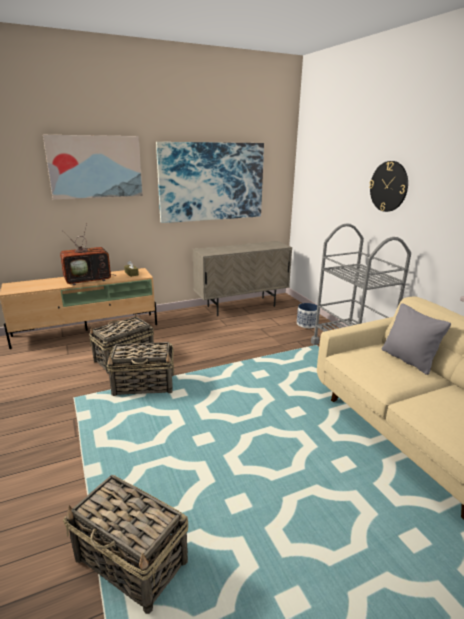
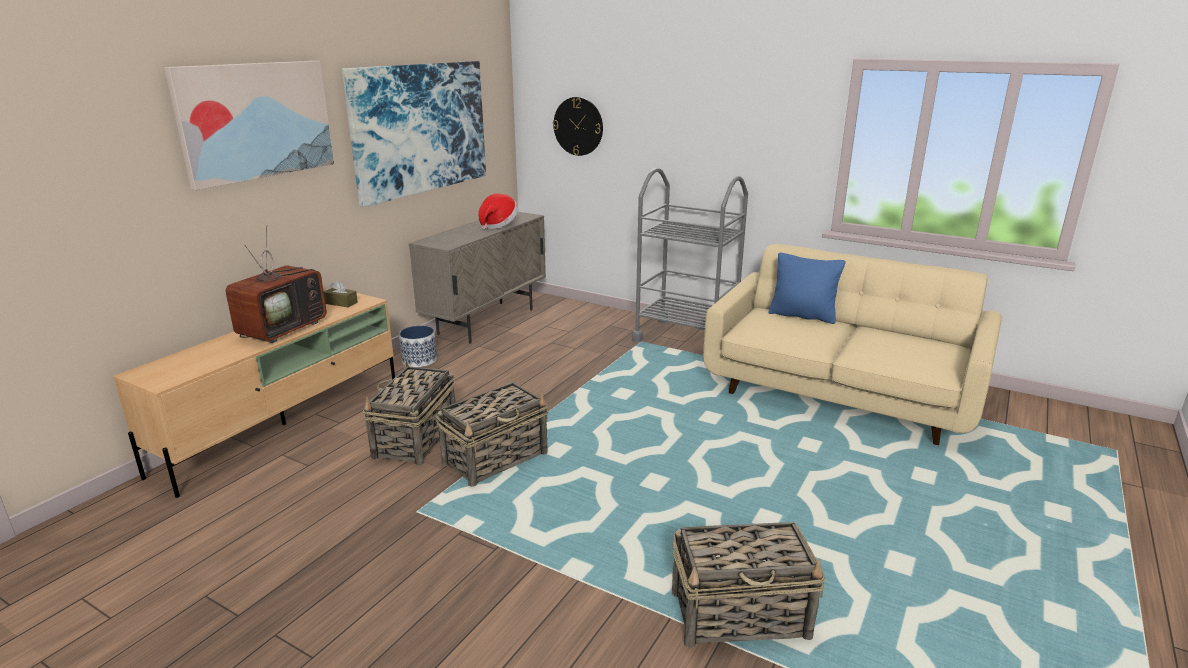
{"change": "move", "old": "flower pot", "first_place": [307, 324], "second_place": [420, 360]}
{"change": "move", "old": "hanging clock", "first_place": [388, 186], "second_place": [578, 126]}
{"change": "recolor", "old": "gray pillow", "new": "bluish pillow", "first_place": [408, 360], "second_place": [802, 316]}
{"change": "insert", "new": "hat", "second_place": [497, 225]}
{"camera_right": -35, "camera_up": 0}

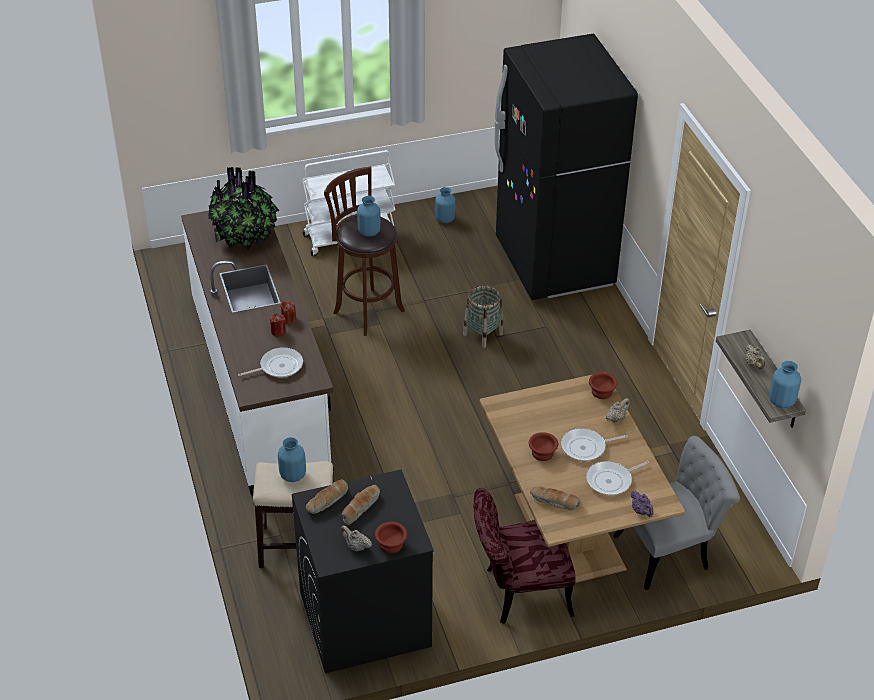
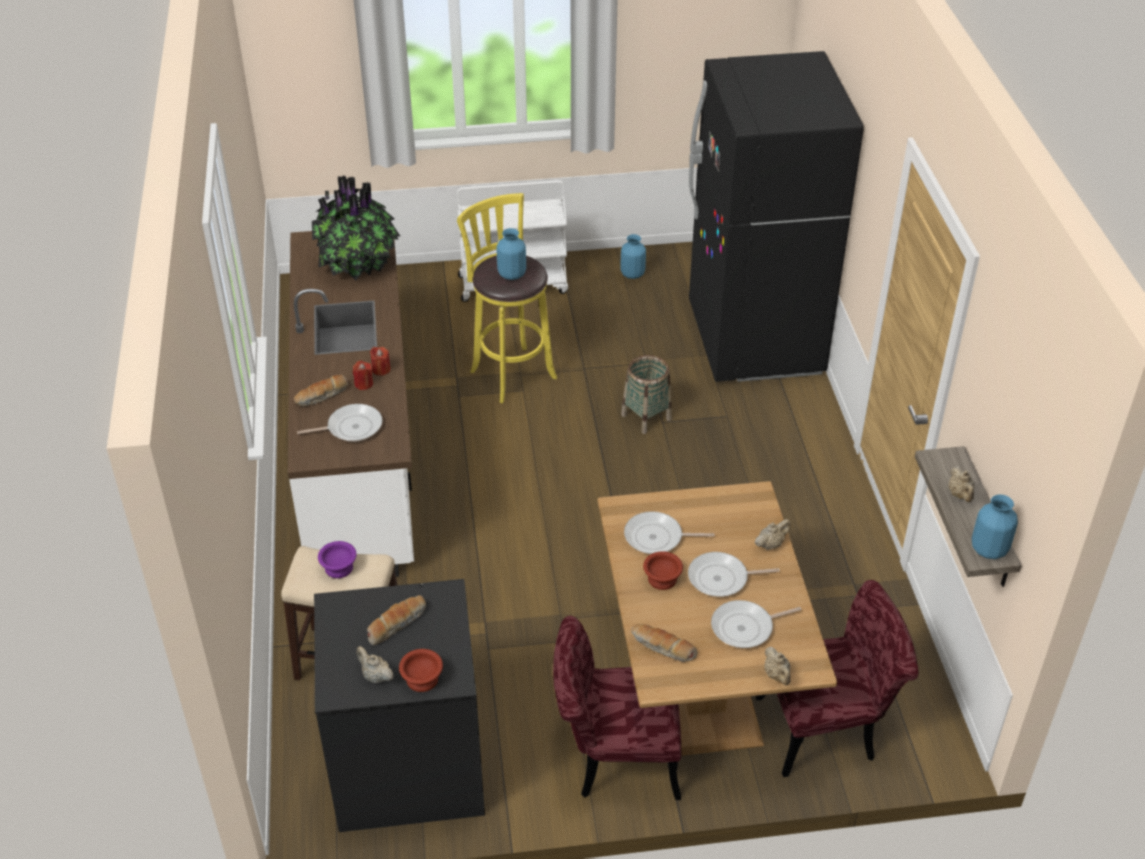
{"change": "replace", "old": "bluish vase", "new": "purple serving bowl", "first_place": [292, 476], "second_place": [338, 569]}
{"change": "move", "old": "baked bread", "first_place": [327, 501], "second_place": [322, 396]}
{"change": "recolor", "old": "brown-coloured stool", "new": "yellow-coloured stool", "first_place": [366, 310], "second_place": [510, 372]}
{"change": "delete", "old": "brown-coloured serving bowl", "first_place": [602, 392]}
{"change": "recolor", "old": "gray plain chair", "new": "reddish plain chair", "first_place": [671, 550], "second_place": [828, 727]}
{"change": "recolor", "old": "purple teapot", "new": "beige teapot", "first_place": [641, 511], "second_place": [777, 675]}
{"change": "insert", "new": "pan", "second_place": [657, 538]}
{"camera_right": 10, "camera_up": 0}

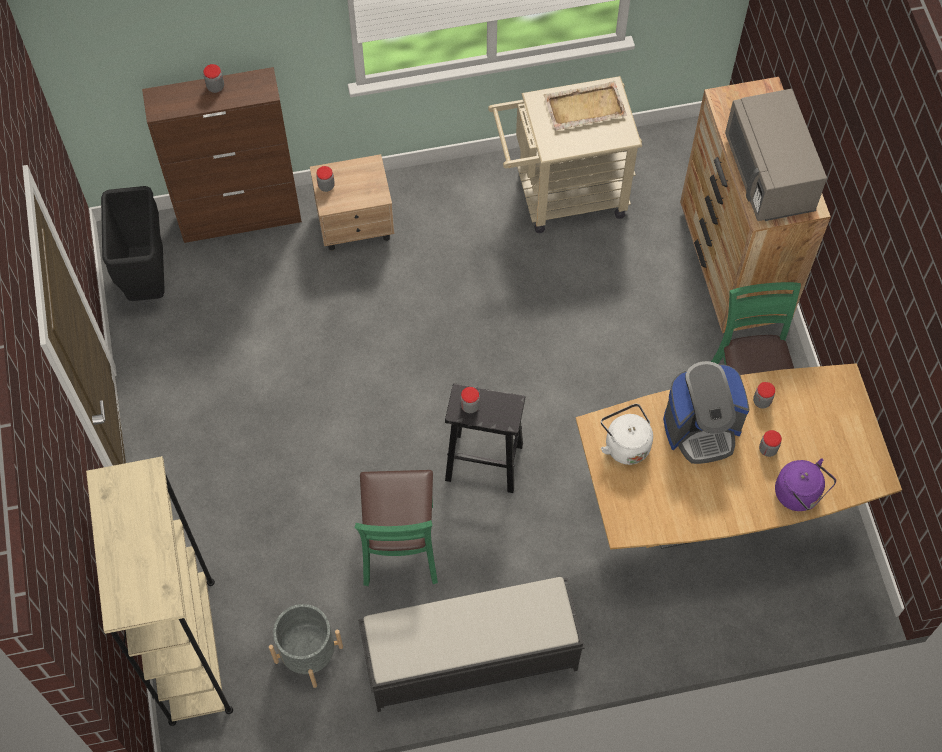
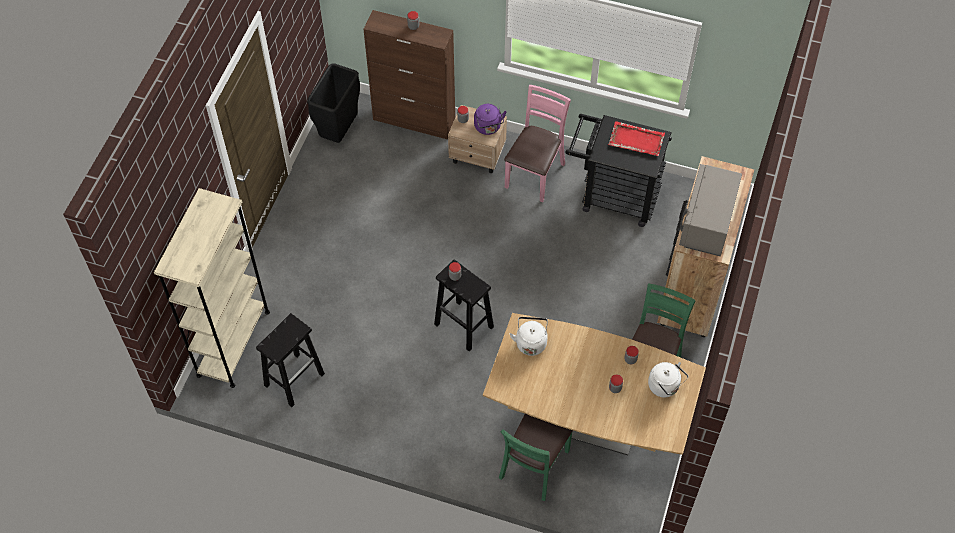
{"change": "replace", "old": "gray flower pot", "new": "black-coloured stool", "first_place": [308, 654], "second_place": [295, 379]}
{"change": "move", "old": "greenish plain chair", "first_place": [400, 545], "second_place": [534, 466]}
{"change": "delete", "old": "black-coloured bench", "first_place": [469, 659]}
{"change": "recolor", "old": "beige trolley", "new": "black-coloured trolley", "first_place": [561, 195], "second_place": [612, 196]}
{"change": "recolor", "old": "beige carrying tray", "new": "reddish carrying tray", "first_place": [584, 107], "second_place": [635, 140]}
{"change": "delete", "old": "coffee brewer", "first_place": [701, 428]}
{"change": "move", "old": "purple kettle", "first_place": [799, 494], "second_place": [488, 128]}
{"change": "insert", "new": "pinkish plain chair", "second_place": [534, 174]}
{"change": "insert", "new": "white kettle", "second_place": [665, 387]}
{"camera_right": 30, "camera_up": -5}

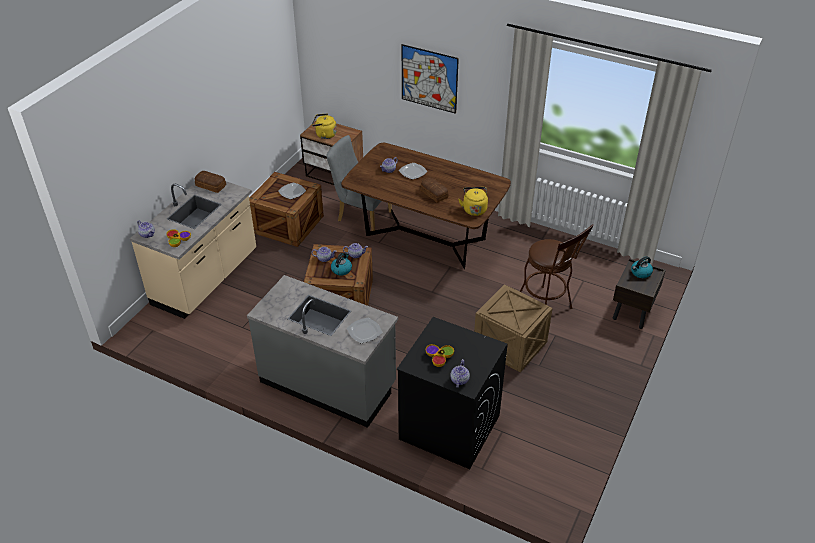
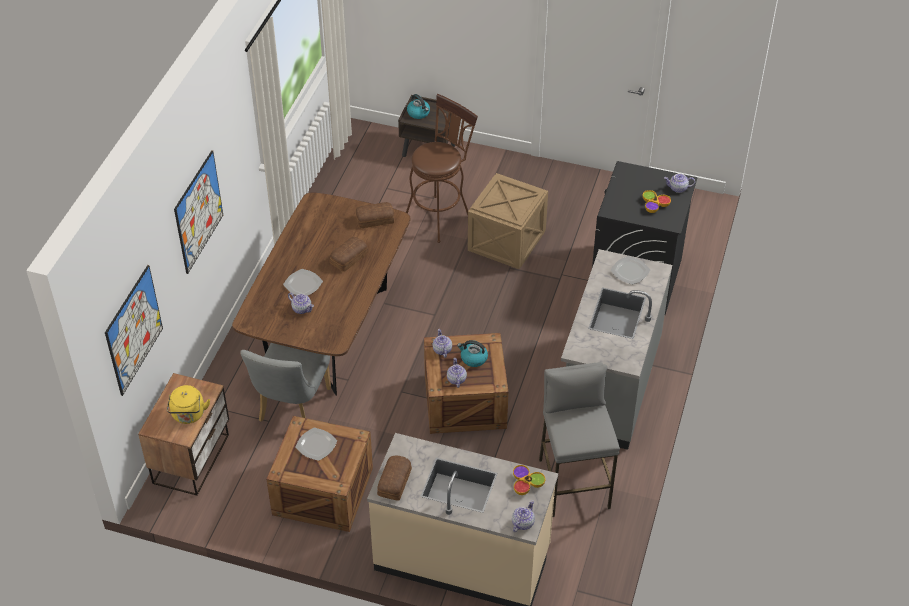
{"change": "replace", "old": "yellow-coloured kettle", "new": "baked bread", "first_place": [474, 209], "second_place": [374, 219]}
{"change": "insert", "new": "wall picture", "second_place": [134, 330]}
{"change": "insert", "new": "gray stool", "second_place": [573, 483]}
{"camera_right": -100, "camera_up": 5}

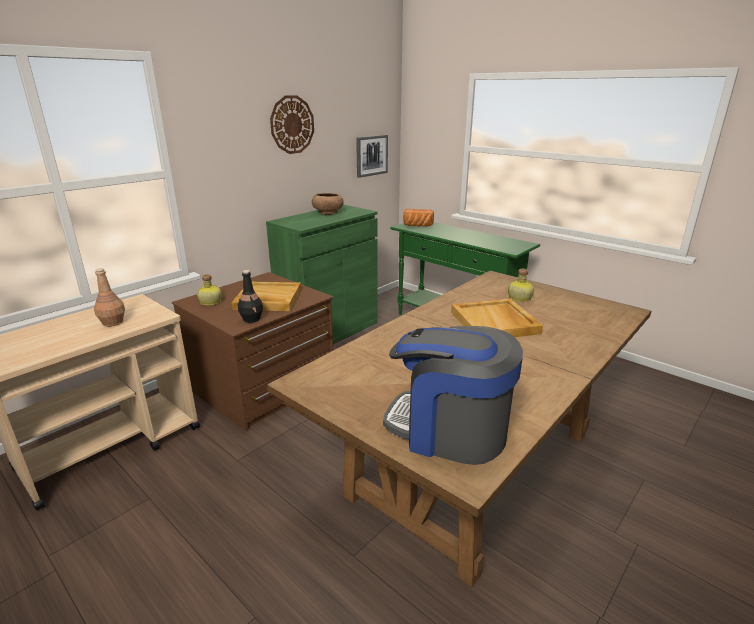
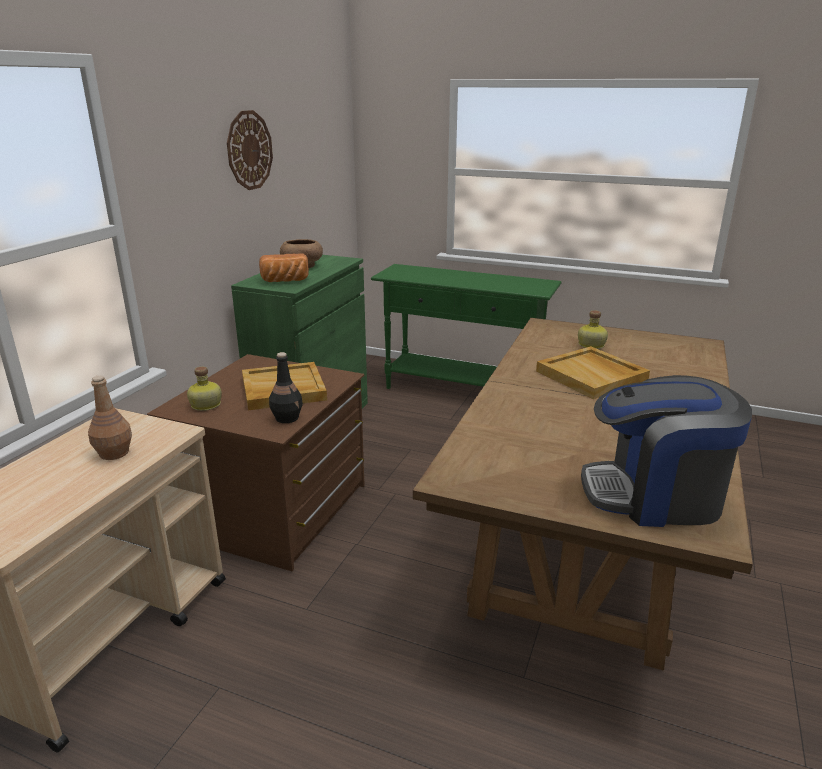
{"change": "delete", "old": "wall picture", "first_place": [371, 155]}
{"change": "move", "old": "baked bread", "first_place": [417, 226], "second_place": [285, 281]}
{"camera_right": -20, "camera_up": 0}

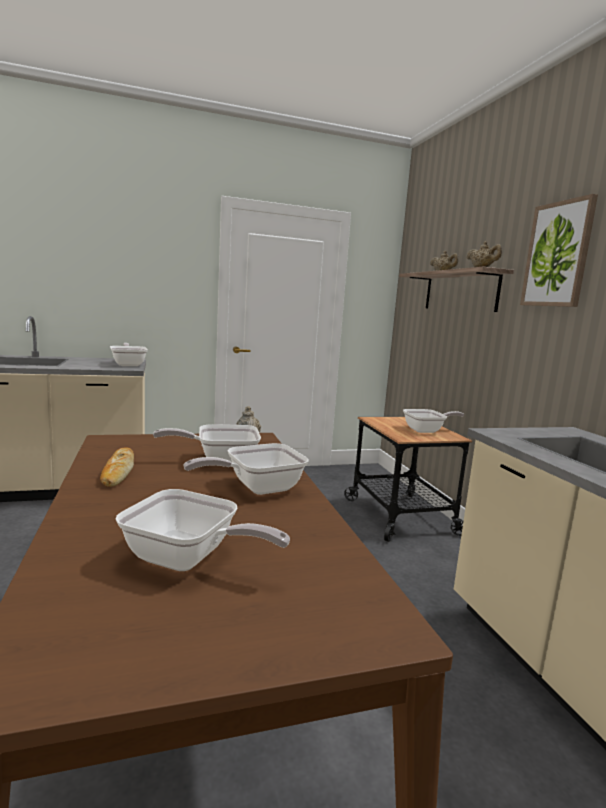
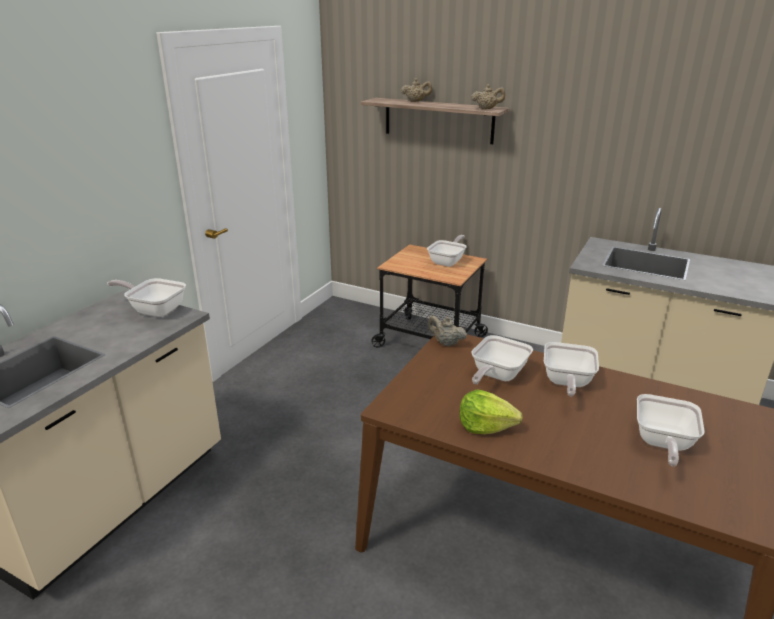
{"change": "replace", "old": "baked bread", "new": "lettuce", "first_place": [118, 471], "second_place": [485, 426]}
{"change": "rotate", "old": "pan", "first_place": [189, 560], "second_place": [662, 444], "degrees": 135}
{"change": "delete", "old": "wall picture", "first_place": [558, 255]}
{"camera_right": -45, "camera_up": 15}

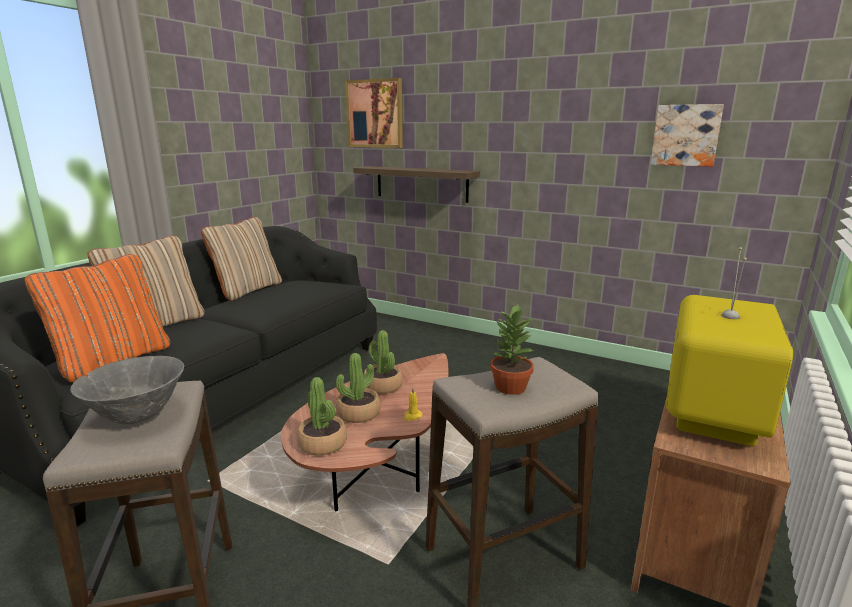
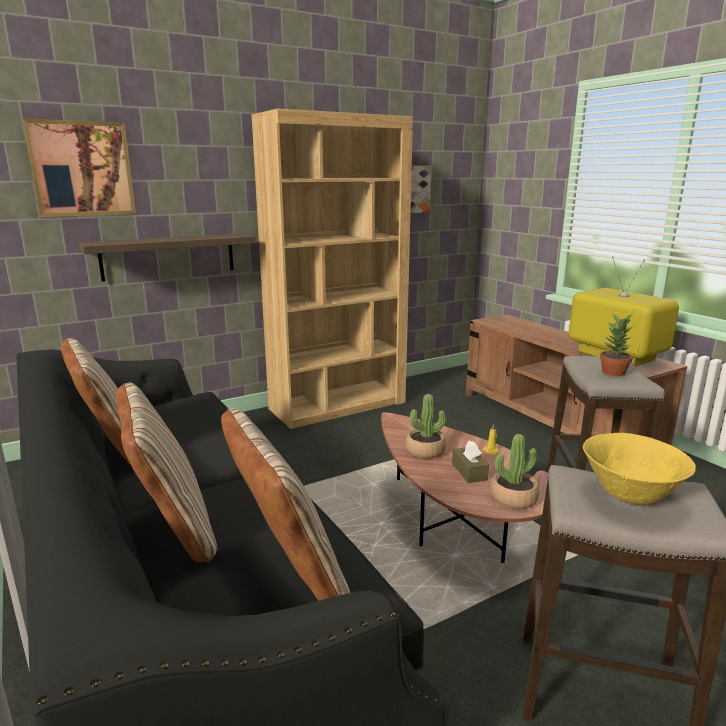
{"change": "recolor", "old": "orange-coloured pillow", "new": "beige pillow", "first_place": [113, 360], "second_place": [286, 572]}
{"change": "recolor", "old": "gray serving bowl", "new": "yellow-coloured serving bowl", "first_place": [137, 417], "second_place": [630, 497]}
{"change": "replace", "old": "houseplant", "new": "brown-coloured tissue box", "first_place": [358, 413], "second_place": [469, 472]}
{"change": "insert", "new": "brown-coloured shelving unit", "second_place": [338, 405]}
{"camera_right": -60, "camera_up": 0}

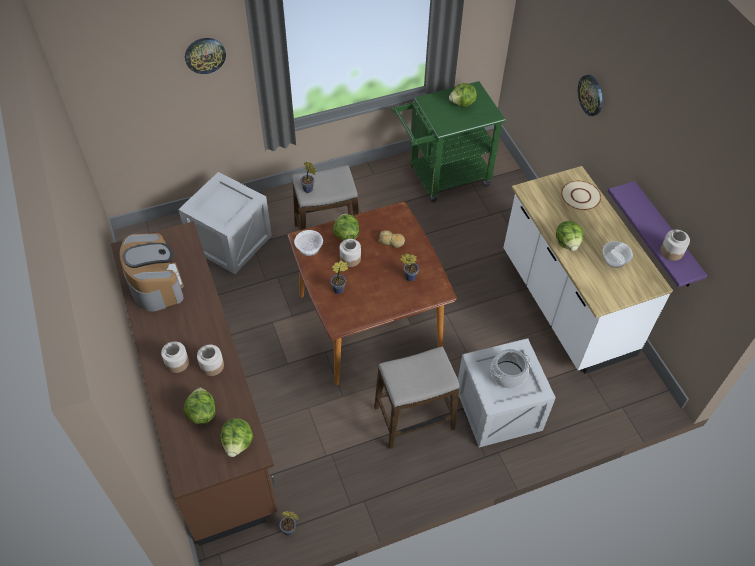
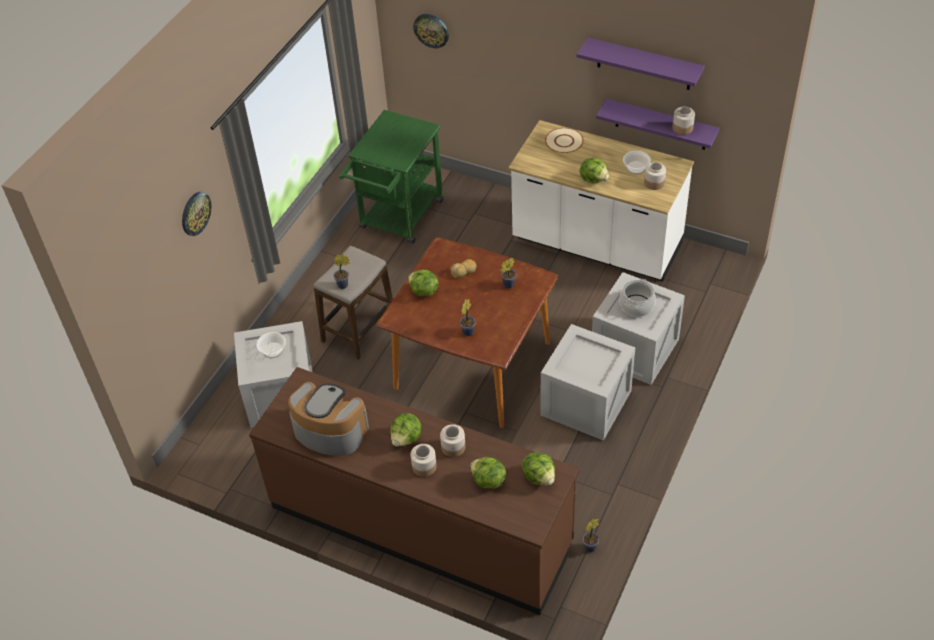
{"change": "move", "old": "serving bowl", "first_place": [309, 247], "second_place": [272, 350]}
{"change": "move", "old": "jar", "first_place": [350, 258], "second_place": [654, 183]}
{"change": "replace", "old": "stool", "new": "crate", "first_place": [414, 418], "second_place": [586, 403]}
{"change": "move", "old": "lettuce", "first_place": [462, 104], "second_place": [406, 438]}
{"change": "move", "old": "hanging clock", "first_place": [591, 95], "second_place": [431, 30]}
{"change": "insert", "new": "purple wall shelf", "second_place": [644, 64]}
{"camera_right": -40, "camera_up": -5}

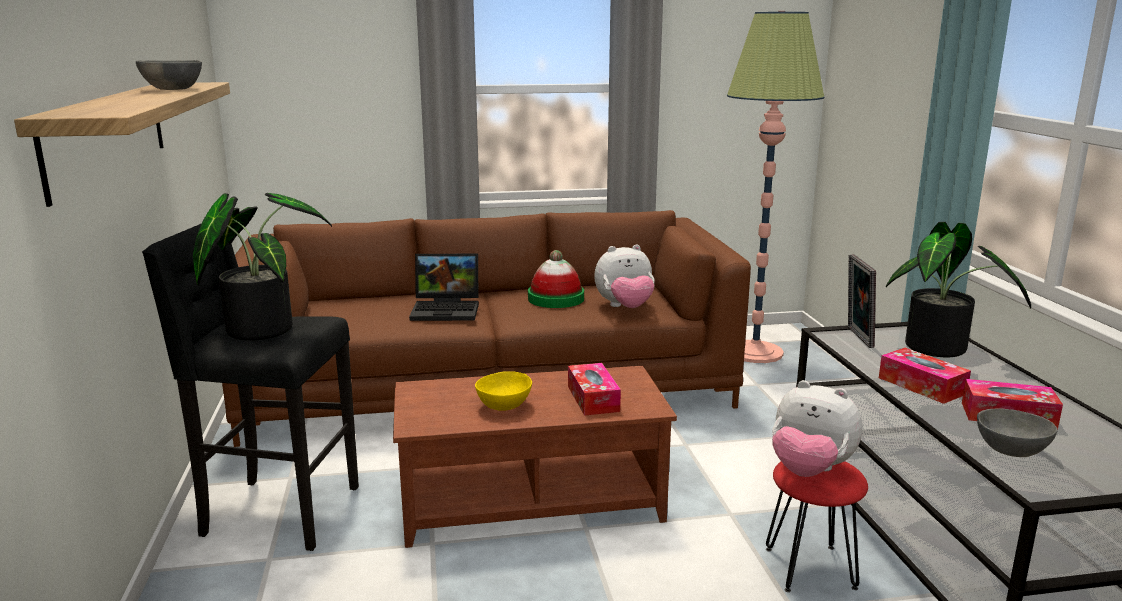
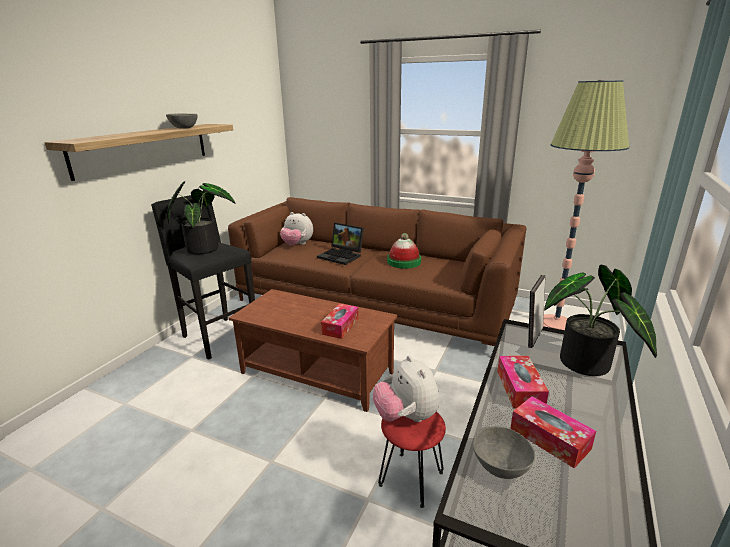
{"change": "delete", "old": "yellow-coloured serving bowl", "first_place": [505, 406]}
{"change": "move", "old": "cuddly toy", "first_place": [625, 307], "second_place": [297, 245]}
{"camera_right": 35, "camera_up": 5}

